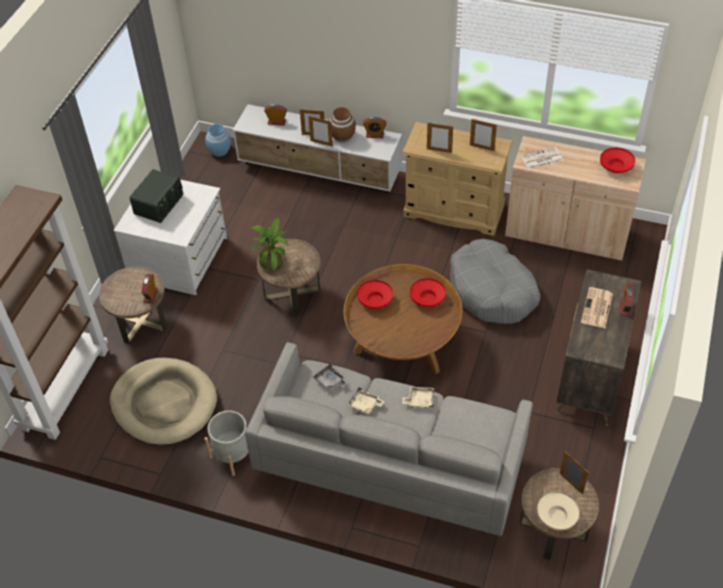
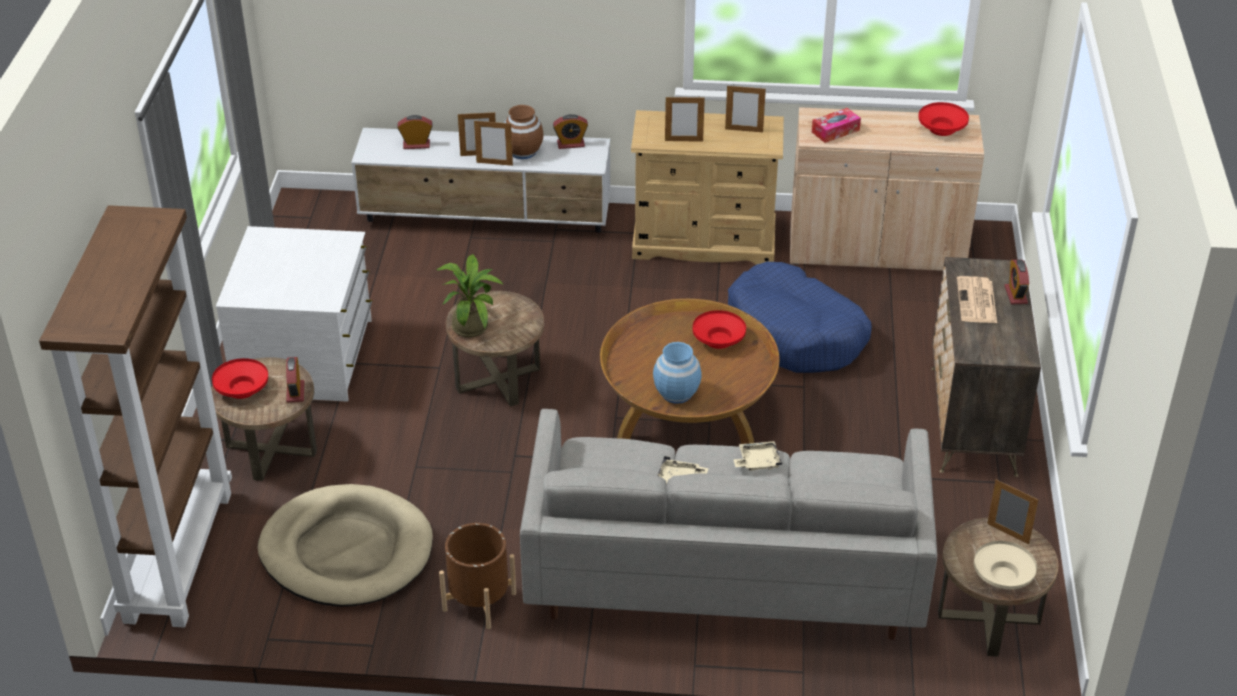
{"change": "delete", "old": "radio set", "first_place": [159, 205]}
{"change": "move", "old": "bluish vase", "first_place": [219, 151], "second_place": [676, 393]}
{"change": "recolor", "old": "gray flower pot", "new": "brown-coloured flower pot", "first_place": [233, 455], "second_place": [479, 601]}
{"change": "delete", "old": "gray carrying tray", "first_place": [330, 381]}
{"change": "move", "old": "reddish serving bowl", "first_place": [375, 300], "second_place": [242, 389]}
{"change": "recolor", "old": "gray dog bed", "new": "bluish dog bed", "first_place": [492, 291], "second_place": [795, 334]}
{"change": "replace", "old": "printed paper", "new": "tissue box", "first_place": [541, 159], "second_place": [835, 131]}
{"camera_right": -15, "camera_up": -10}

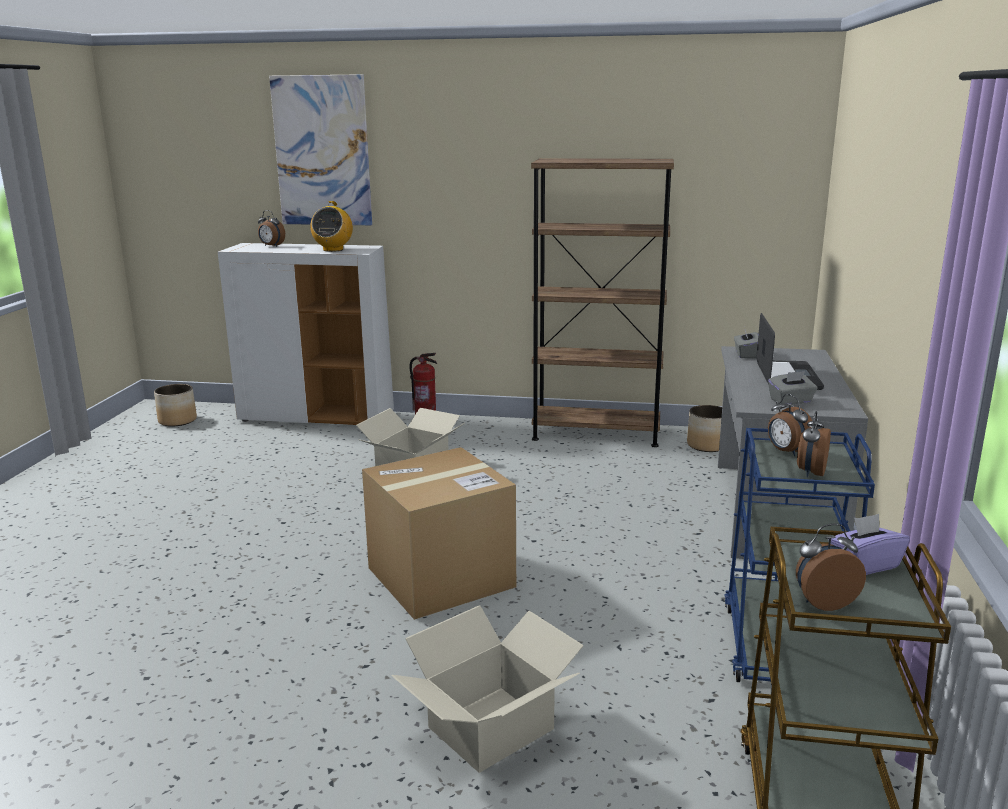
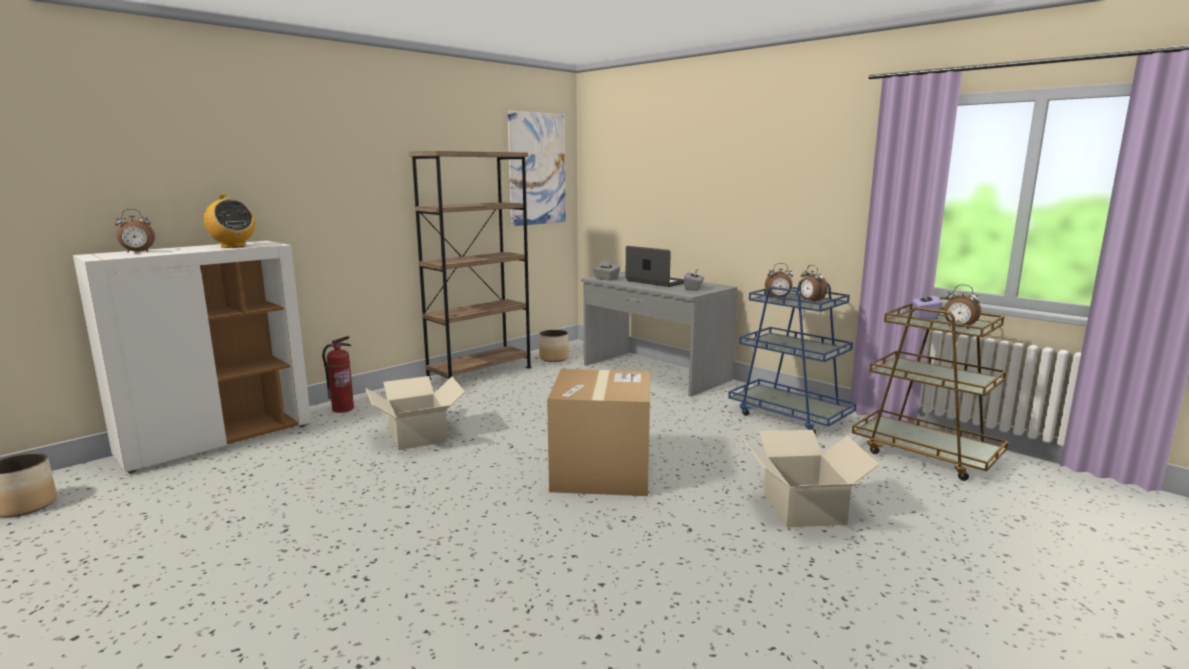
{"change": "move", "old": "wall picture", "first_place": [322, 151], "second_place": [537, 169]}
{"change": "rotate", "old": "alarm clock", "first_place": [823, 602], "second_place": [958, 327], "degrees": -75}
{"camera_right": -55, "camera_up": -5}

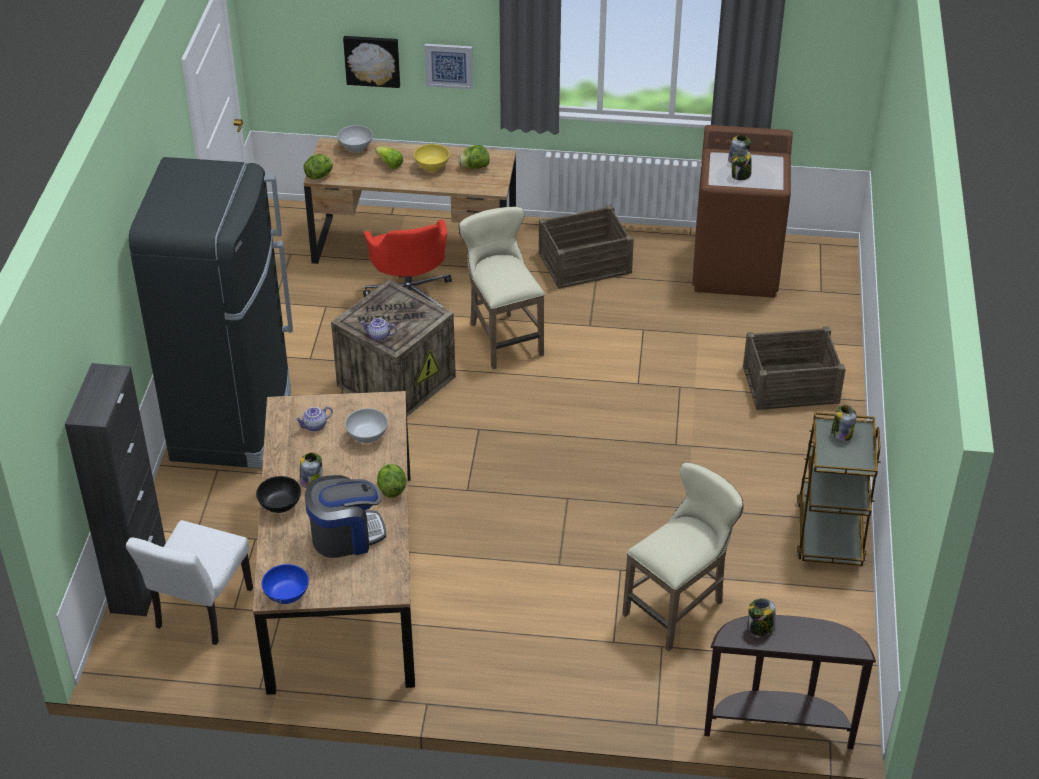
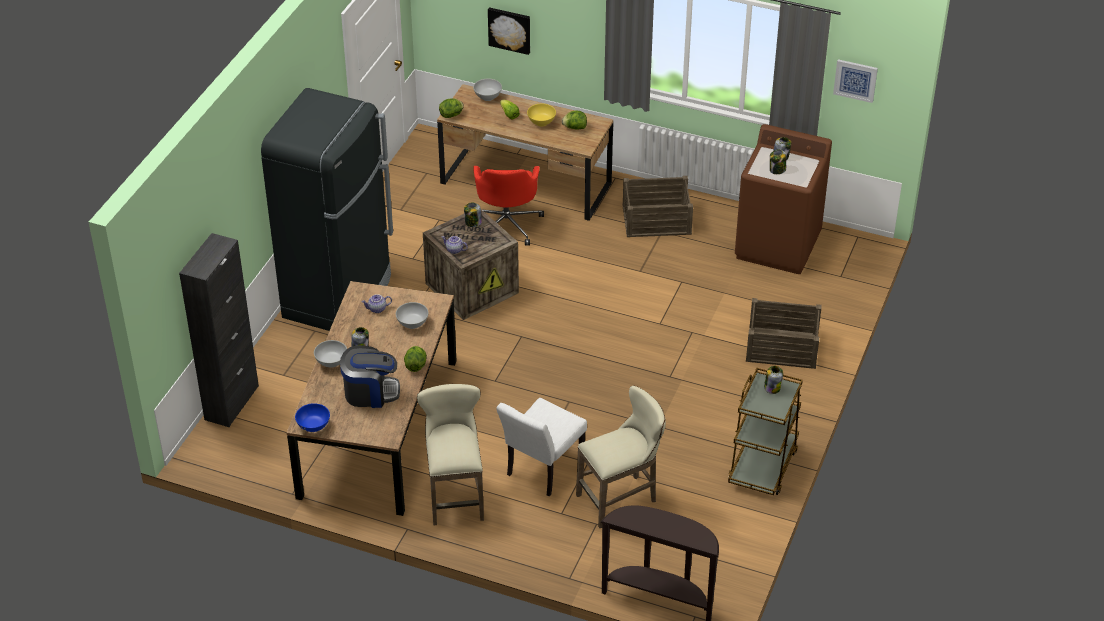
{"change": "move", "old": "white plain chair", "first_place": [200, 613], "second_place": [541, 471]}
{"change": "recolor", "old": "black-coloured serving bowl", "new": "white serving bowl", "first_place": [280, 505], "second_place": [331, 362]}
{"change": "move", "old": "wall picture", "first_place": [449, 65], "second_place": [855, 80]}
{"change": "move", "old": "beige stool", "first_place": [502, 337], "second_place": [455, 494]}
{"change": "move", "old": "jar", "first_place": [760, 627], "second_place": [473, 223]}
{"camera_right": 15, "camera_up": 0}

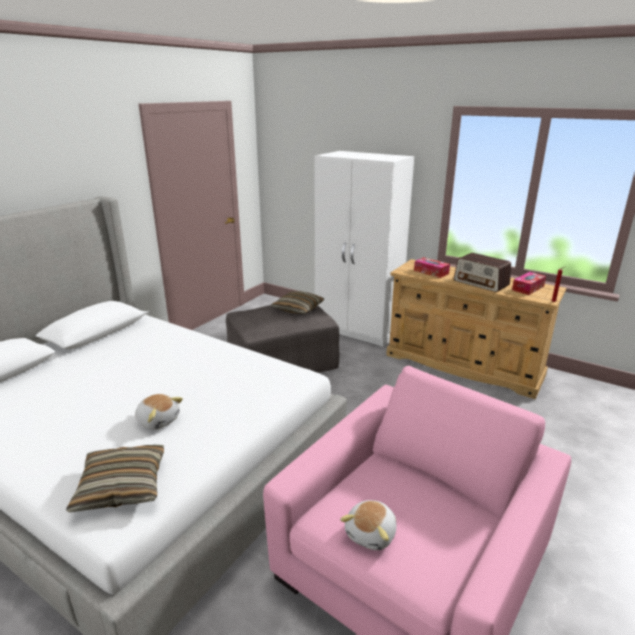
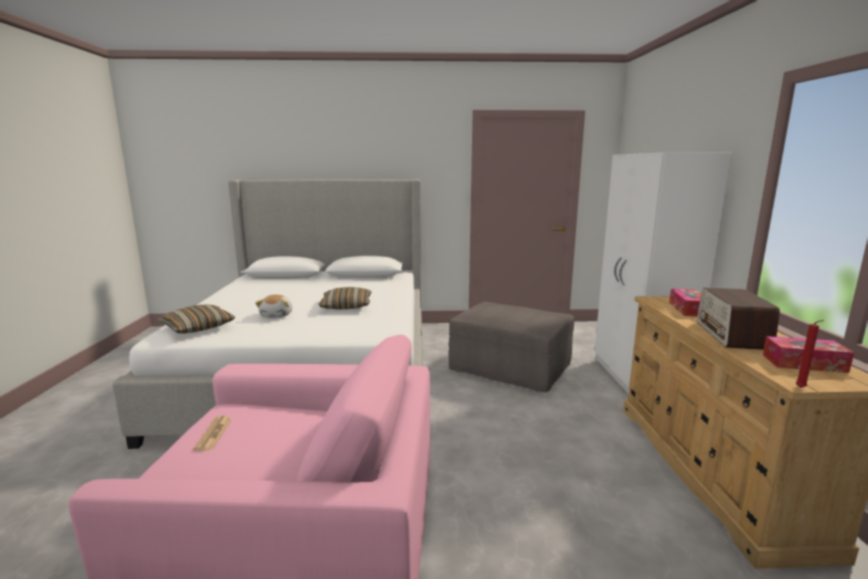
{"change": "move", "old": "pillow", "first_place": [298, 308], "second_place": [346, 306]}
{"change": "replace", "old": "cuddly toy", "new": "printed paper", "first_place": [372, 534], "second_place": [214, 434]}
{"camera_right": 55, "camera_up": -10}

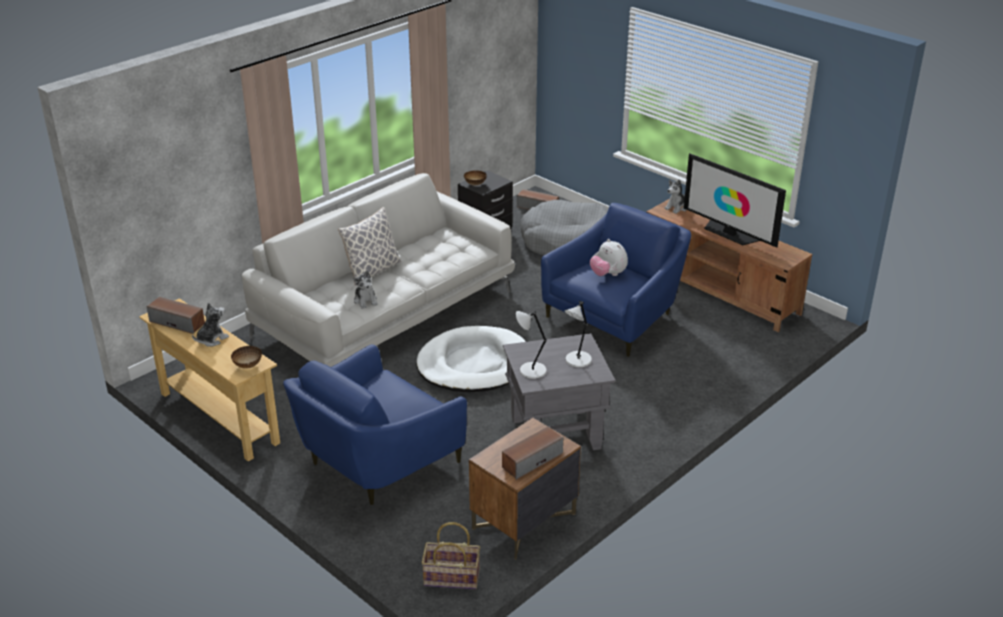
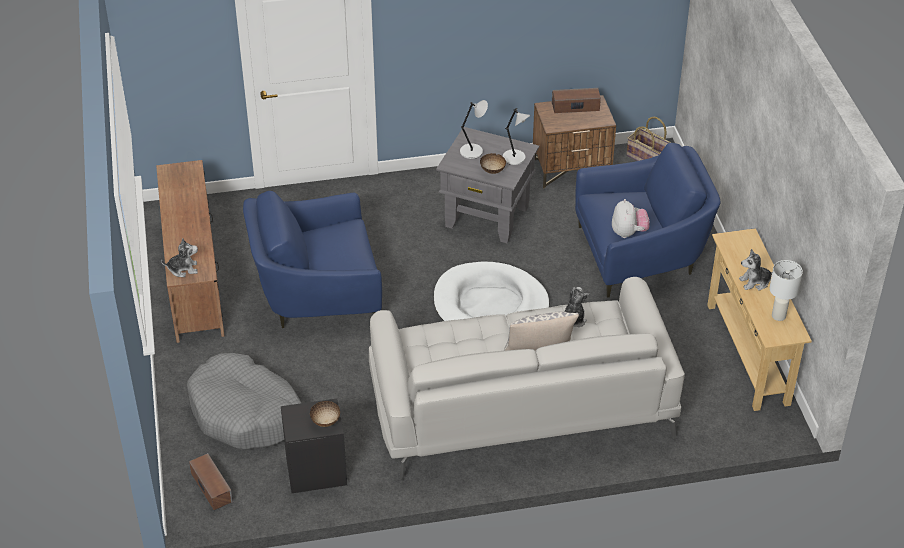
{"change": "replace", "old": "loudspeaker", "new": "white lamp for a table", "first_place": [177, 322], "second_place": [778, 316]}
{"change": "move", "old": "serving bowl", "first_place": [247, 365], "second_place": [493, 171]}
{"change": "move", "old": "cuddly toy", "first_place": [608, 274], "second_place": [628, 233]}
{"change": "delete", "old": "TV", "first_place": [729, 233]}
{"camera_right": -145, "camera_up": 10}

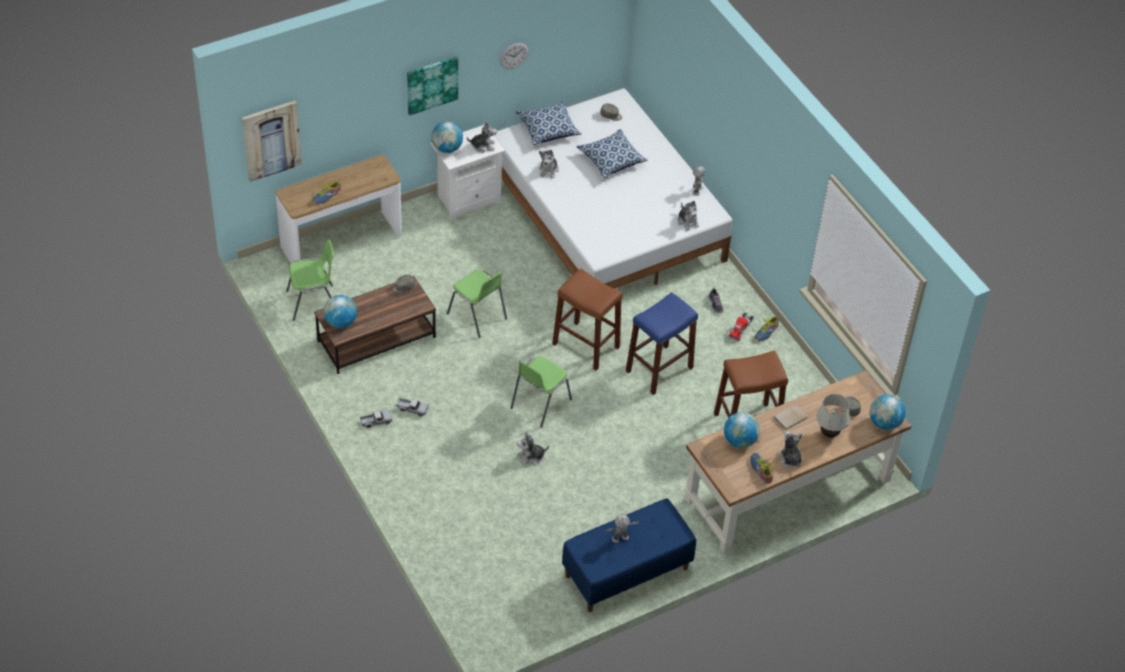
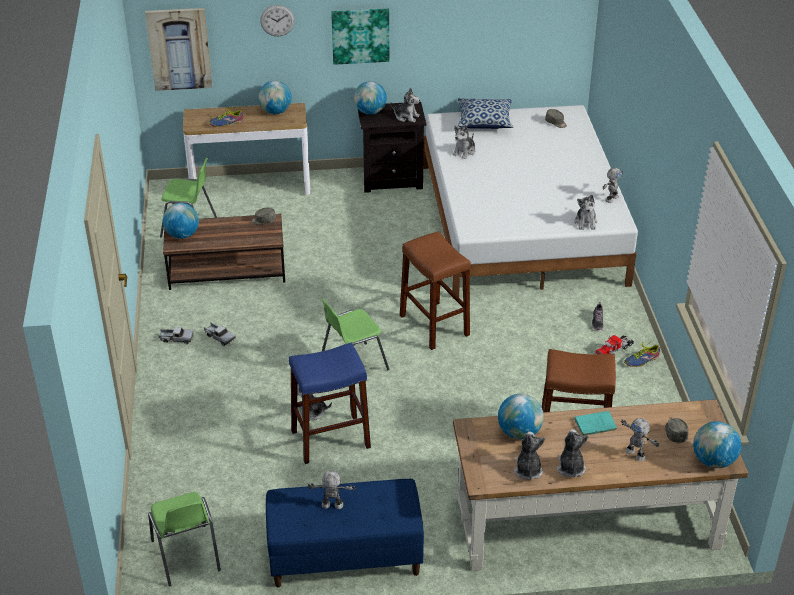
{"change": "recolor", "old": "white bedside table", "new": "black-coloured bedside table", "first_place": [467, 199], "second_place": [392, 179]}
{"change": "move", "old": "greenish plain chair", "first_place": [477, 316], "second_place": [186, 556]}
{"change": "move", "old": "hanging clock", "first_place": [514, 55], "second_place": [277, 20]}
{"change": "delete", "old": "pillow", "first_place": [611, 160]}
{"change": "move", "old": "bluish stool", "first_place": [659, 369], "second_place": [330, 439]}
{"change": "replace", "old": "shoe", "new": "cuddly toy", "first_place": [761, 470], "second_place": [527, 470]}
{"change": "recolor", "old": "beige book", "new": "blue-green book", "first_place": [789, 418], "second_place": [594, 425]}
{"change": "replace", "old": "white lamp for a table", "new": "model robot", "first_place": [829, 434], "second_place": [636, 454]}
{"change": "insert", "new": "world globe", "second_place": [276, 112]}
{"camera_right": 25, "camera_up": -10}

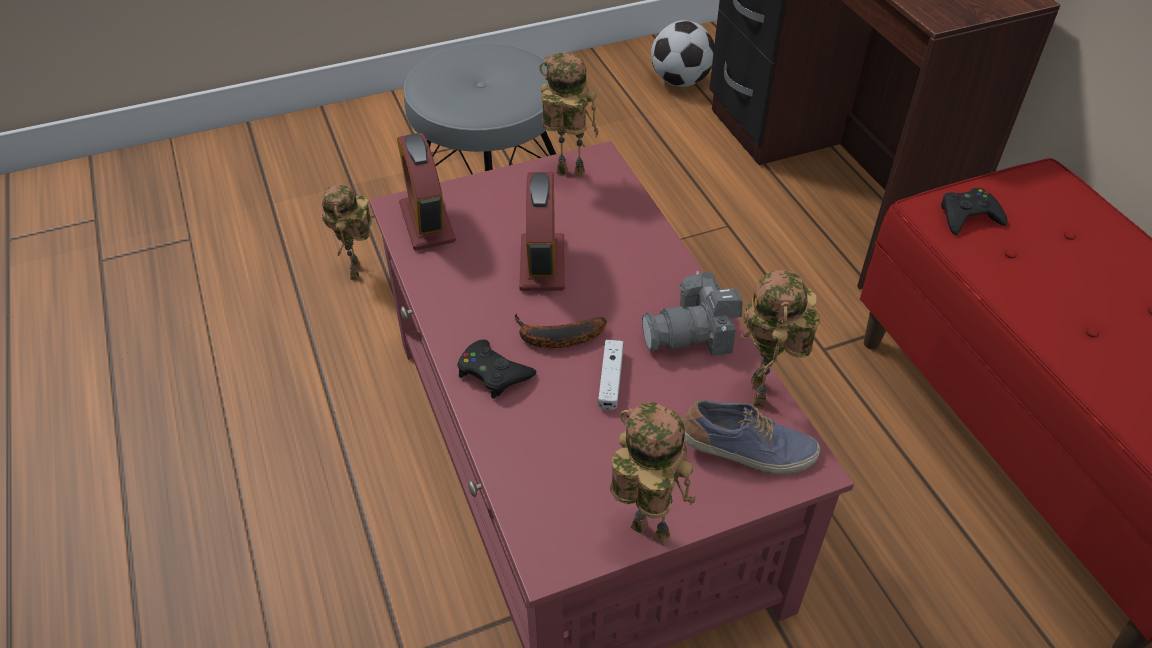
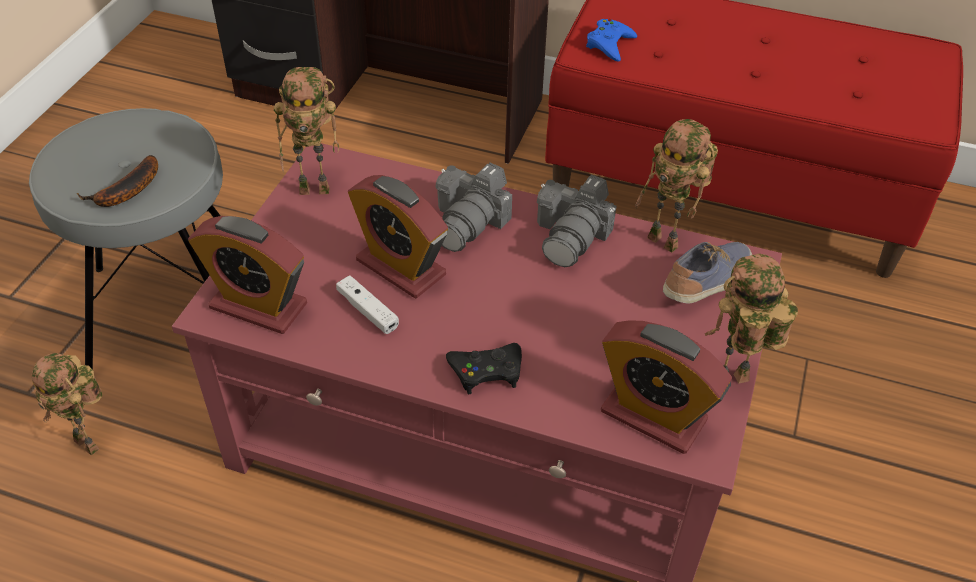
{"change": "move", "old": "banana fruit", "first_place": [555, 338], "second_place": [125, 192]}
{"change": "rotate", "old": "model robot", "first_place": [567, 174], "second_place": [316, 188], "degrees": -150}
{"change": "move", "old": "white joypad", "first_place": [610, 380], "second_place": [367, 311]}
{"change": "delete", "old": "ball for football", "first_place": [680, 81]}
{"change": "recolor", "old": "black-coloured joypad", "new": "bluish joypad", "first_place": [968, 216], "second_place": [609, 44]}
{"change": "insert", "new": "photo camera", "second_place": [470, 222]}
{"change": "insert", "new": "alarm clock", "second_place": [653, 416]}
{"camera_right": -50, "camera_up": 0}

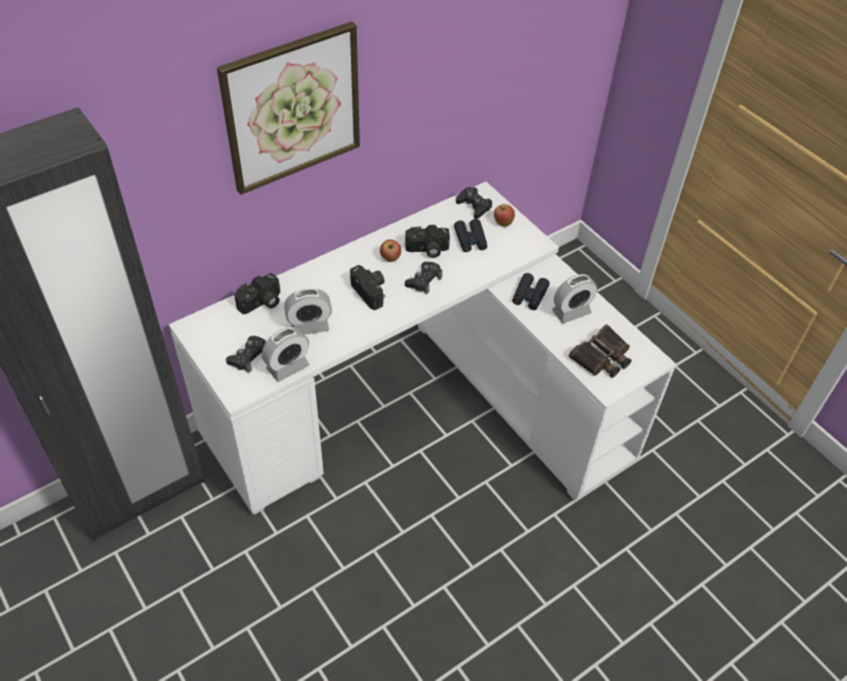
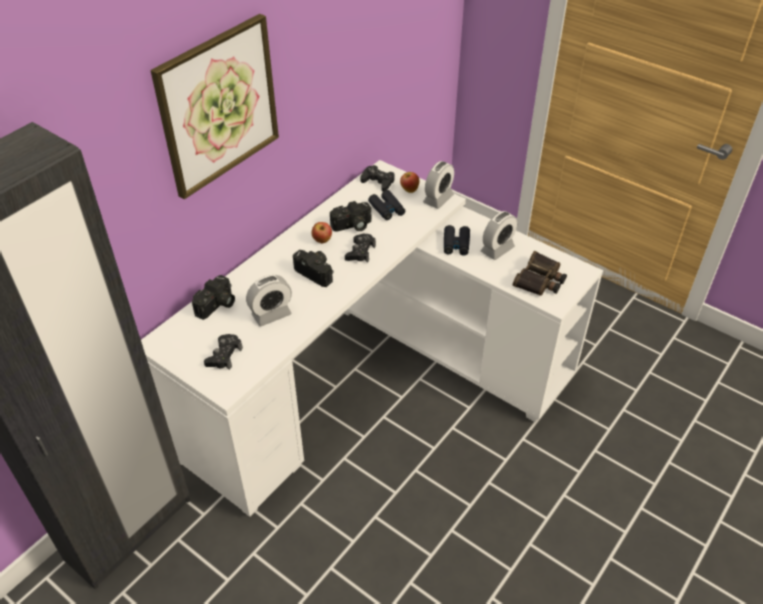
{"change": "move", "old": "alarm clock", "first_place": [288, 367], "second_place": [438, 199]}
{"camera_right": -15, "camera_up": -5}

